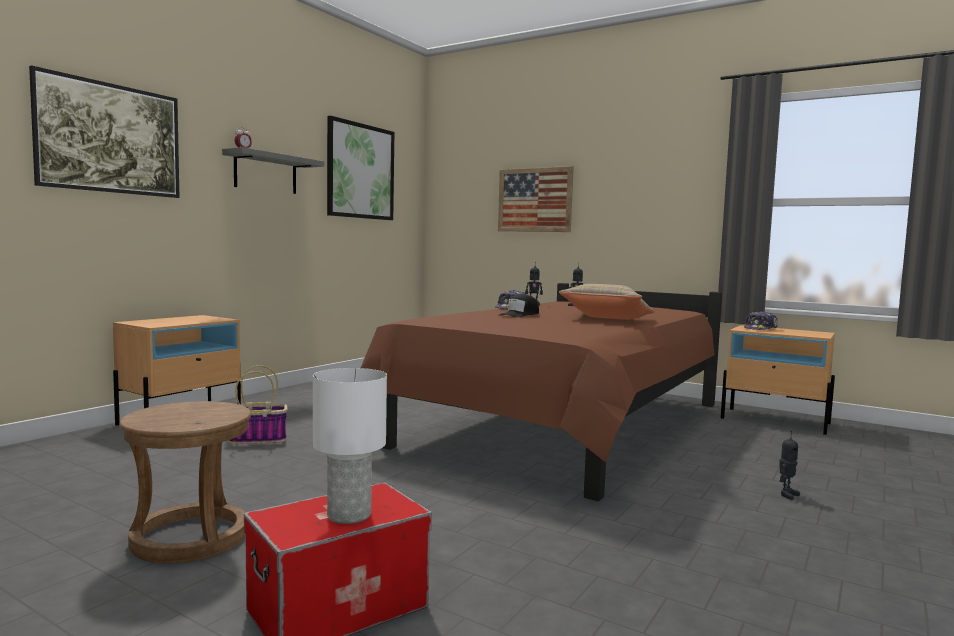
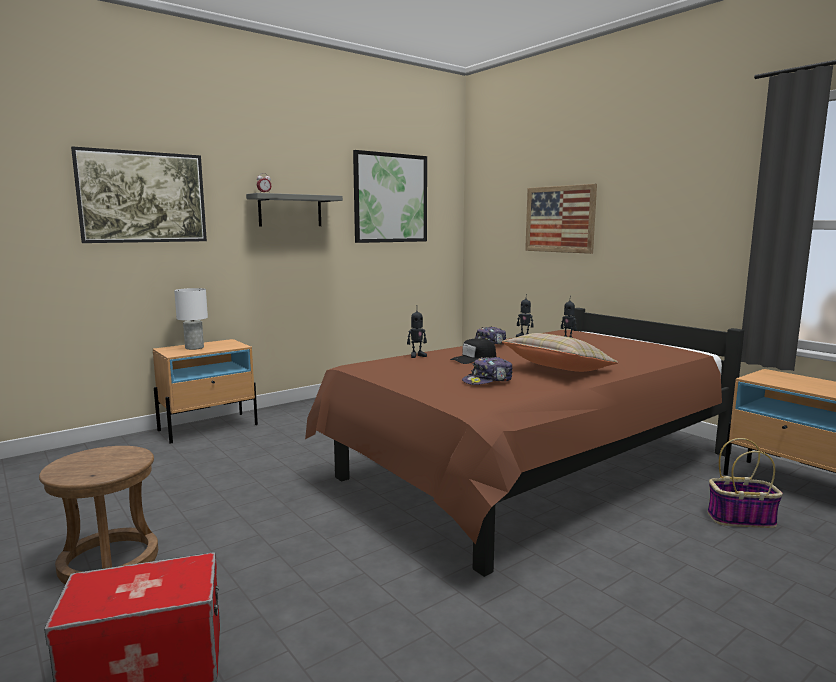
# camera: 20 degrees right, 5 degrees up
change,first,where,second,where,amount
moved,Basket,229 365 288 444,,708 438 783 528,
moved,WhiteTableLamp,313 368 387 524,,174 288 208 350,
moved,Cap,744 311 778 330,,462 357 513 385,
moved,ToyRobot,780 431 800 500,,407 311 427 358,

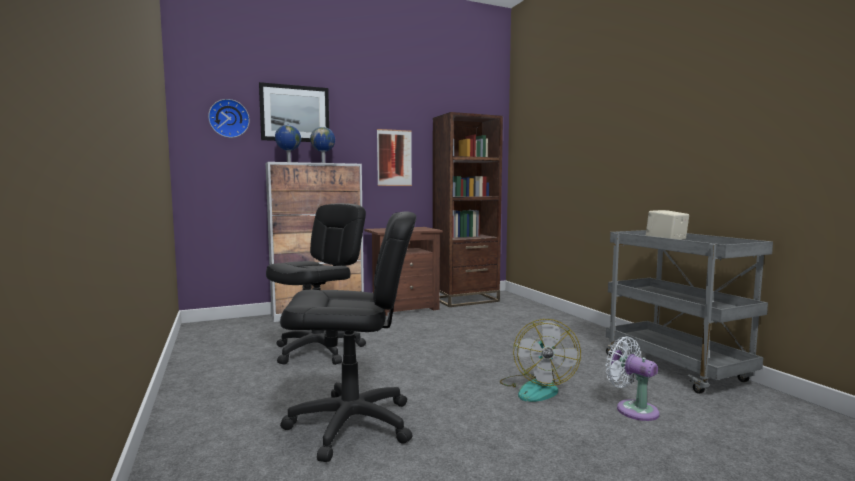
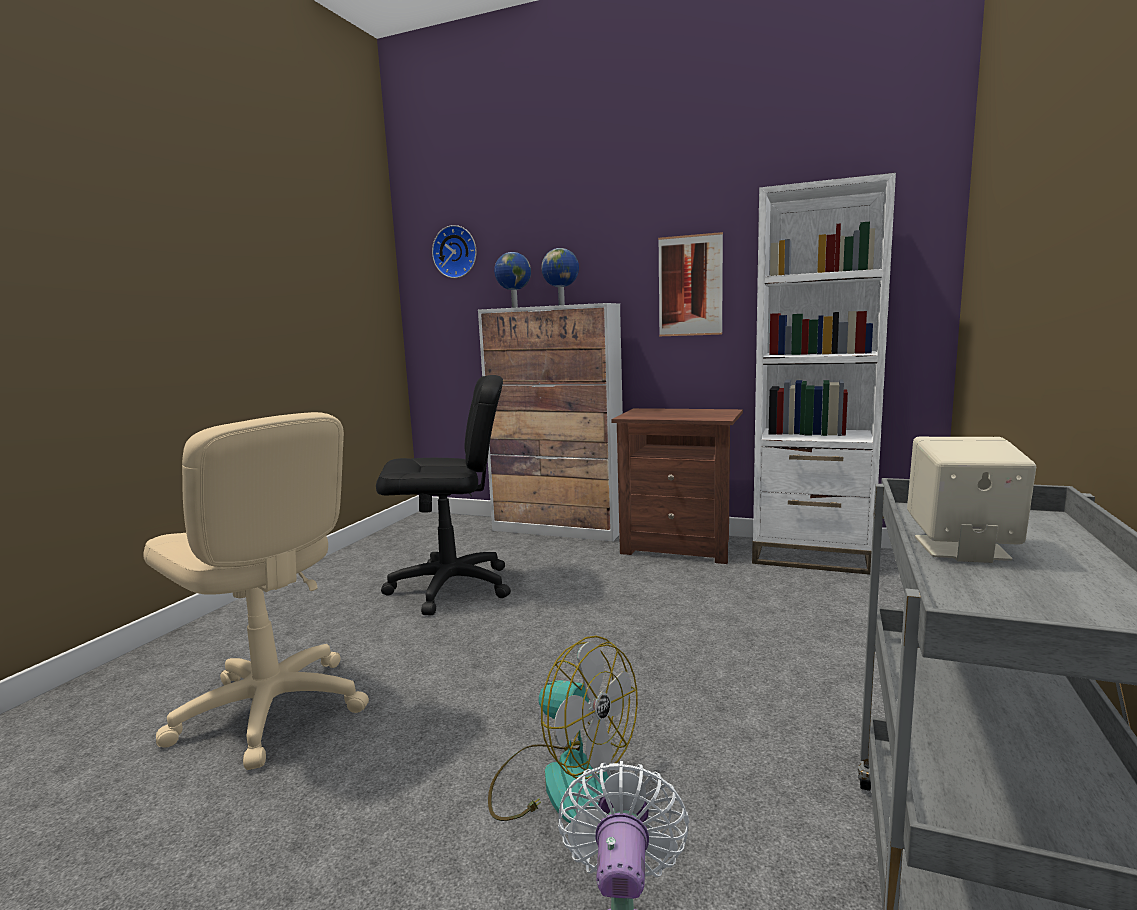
# camera: 45 degrees right, 5 degrees up
change,first,where,second,where,amount
removed,Picture,259 82 329 142,,,
recoloured,BlackOfficeChair,280 211 416 462,BeigeOfficeChair,143 412 369 770,
recoloured,BrownBookcase,433 112 503 307,WhiteBookcase,752 173 896 575,
turned,Fan,500 319 581 402,,488 636 638 823,105 degrees counterclockwise

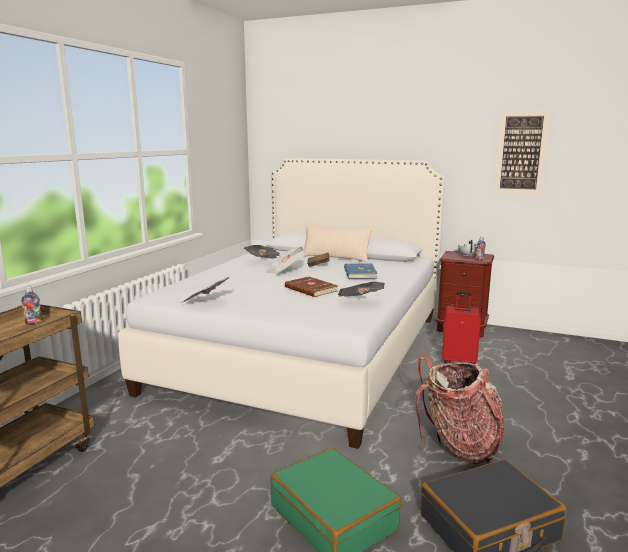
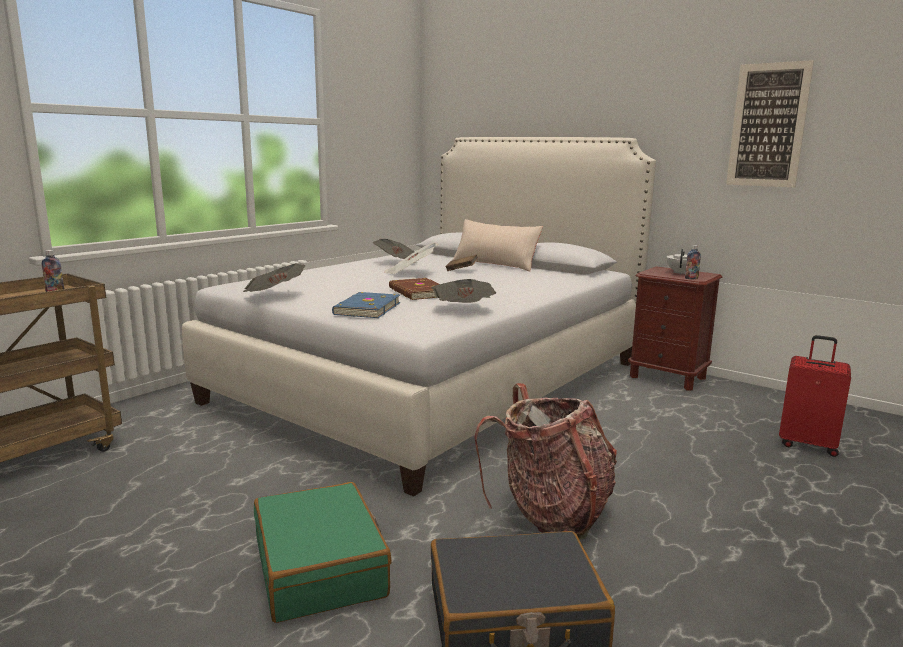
# camera: 15 degrees right, 0 degrees up
change,first,where,second,where,amount
moved,BlueBook,344 263 378 279,,332 292 400 318,
moved,RedSuitcase,442 292 481 364,,779 335 851 457,

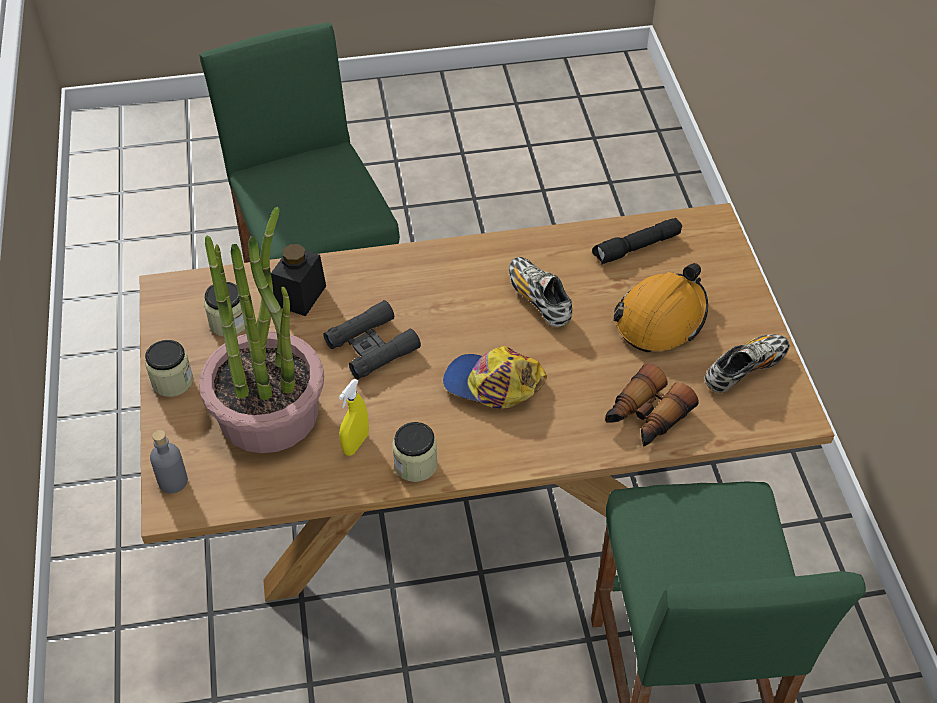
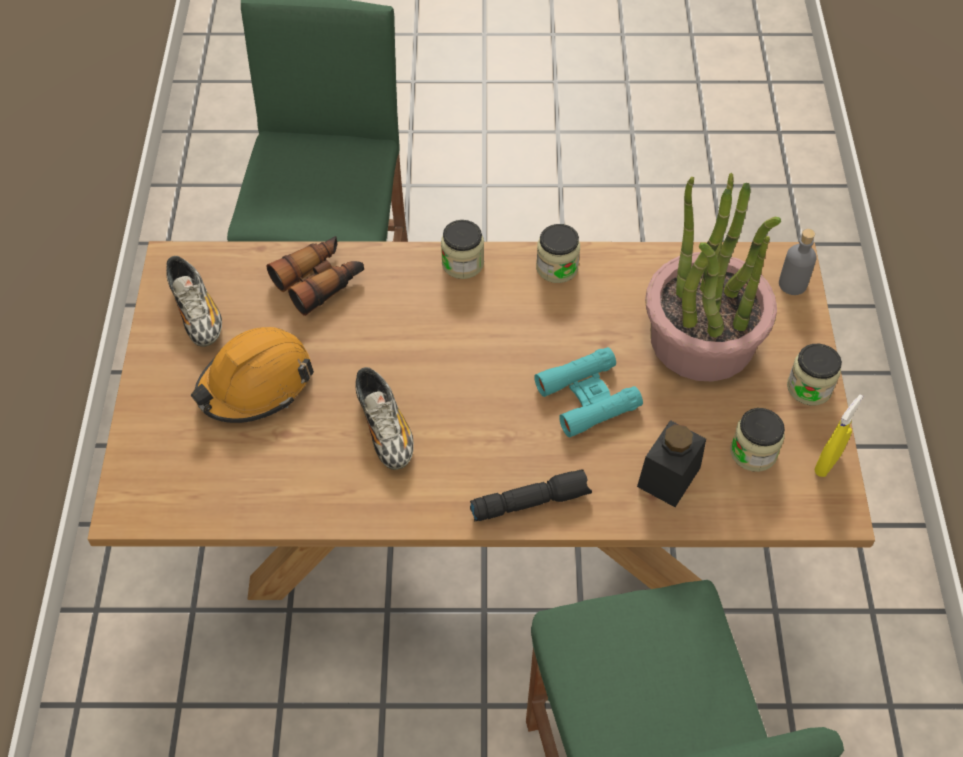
# camera: 170 degrees left, 5 degrees up
change,first,where,second,where,amount
removed,Cap,443 346 547 409,,,
added,,,Jar,441 220 484 279,
moved,YellowSprayBottle,339 379 369 456,,814 395 863 477,
moved,BlackFlashlight,592 218 682 265,,470 469 592 521,
recoloured,BlackBinoculars,323 300 421 379,TurquoiseBinoculars,534 347 643 438,
turned,Shoe,705 334 789 393,,166 256 222 347,90 degrees counterclockwise

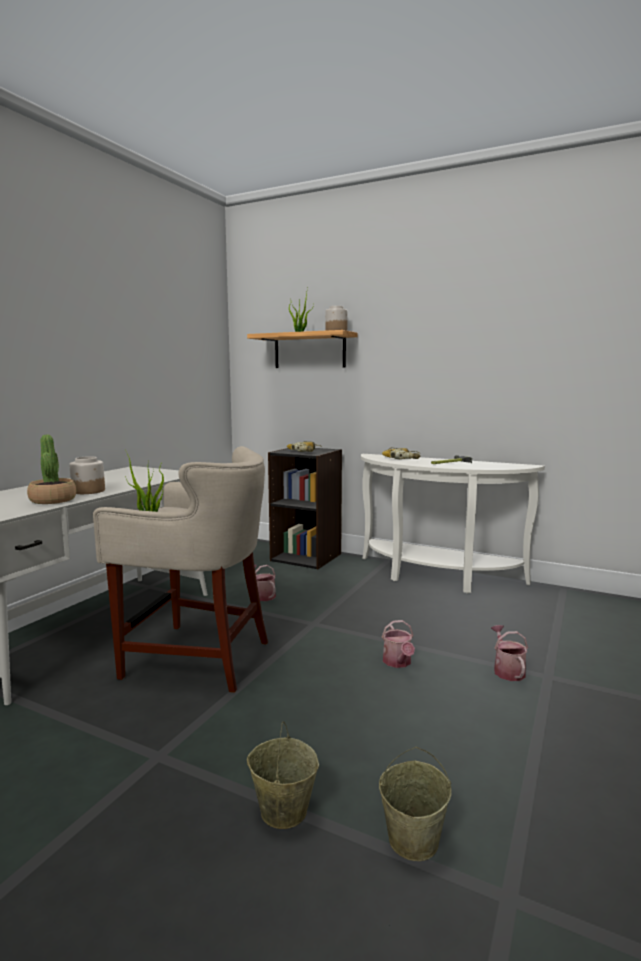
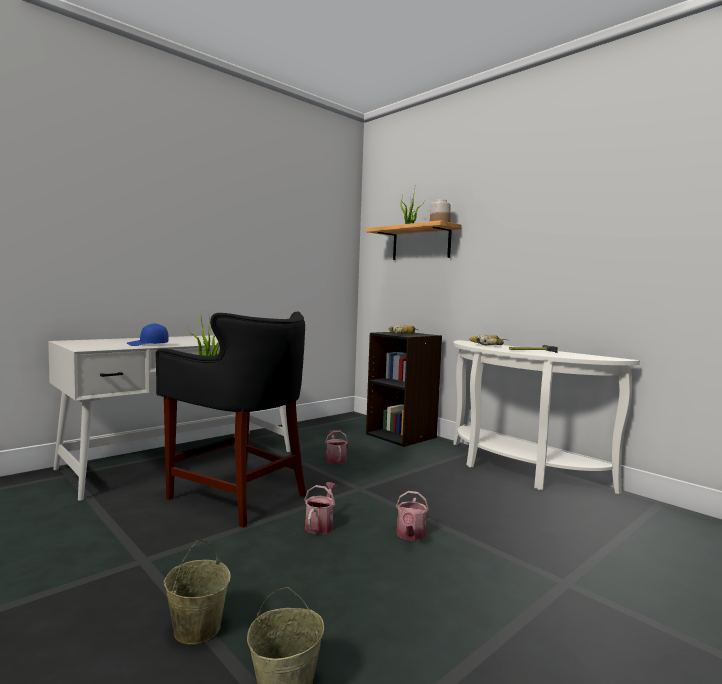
# camera: 20 degrees right, 5 degrees down
change,first,where,second,where,amount
removed,Jar,69 456 105 494,,,
moved,WateringCan,491 625 528 681,,304 482 337 534,
replaced,PottedPlant,27 435 76 504,BlueCap,127 323 169 346,
recoloured,BeigeStool,93 446 268 693,BlackStool,155 312 306 528,

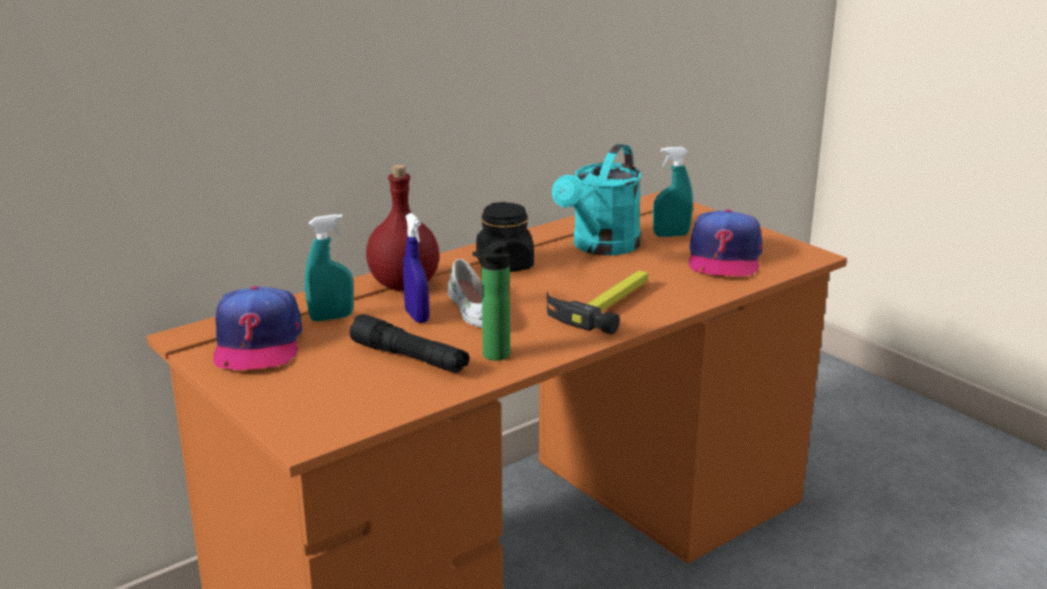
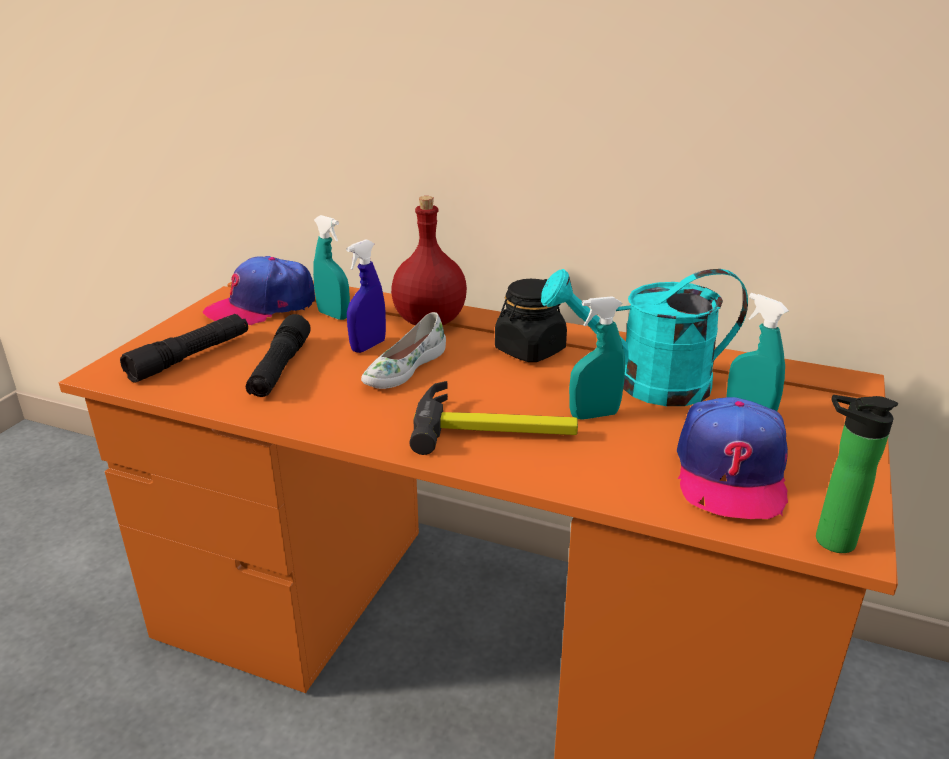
# camera: 60 degrees right, 5 degrees up
change,first,where,second,where,amount
added,,,BlackFlashlight,120 314 248 383,
added,,,TurquoiseSprayBottle,569 296 625 420,
moved,Bottle,472 241 510 361,,816 395 898 553,
turned,Cap,688 209 762 277,,677 397 788 519,60 degrees counterclockwise

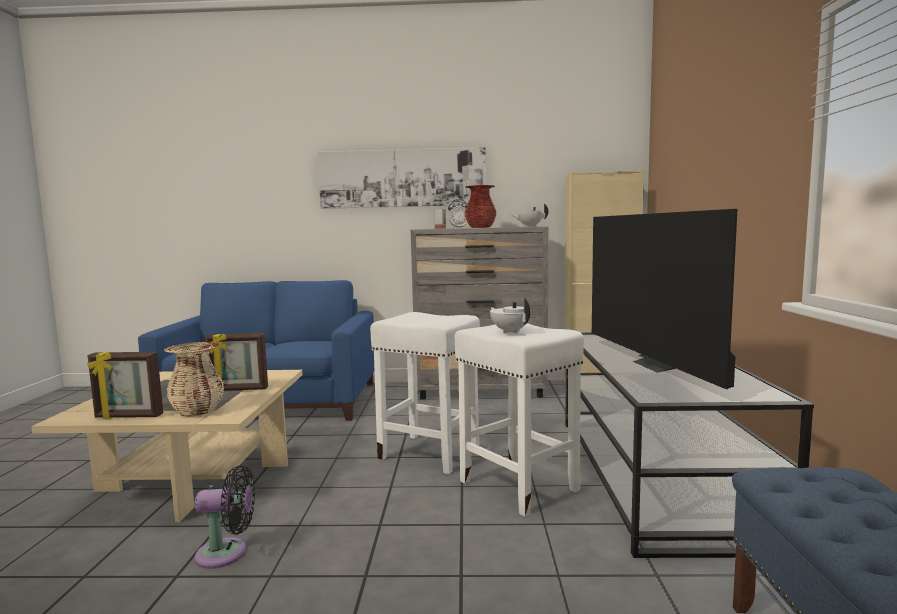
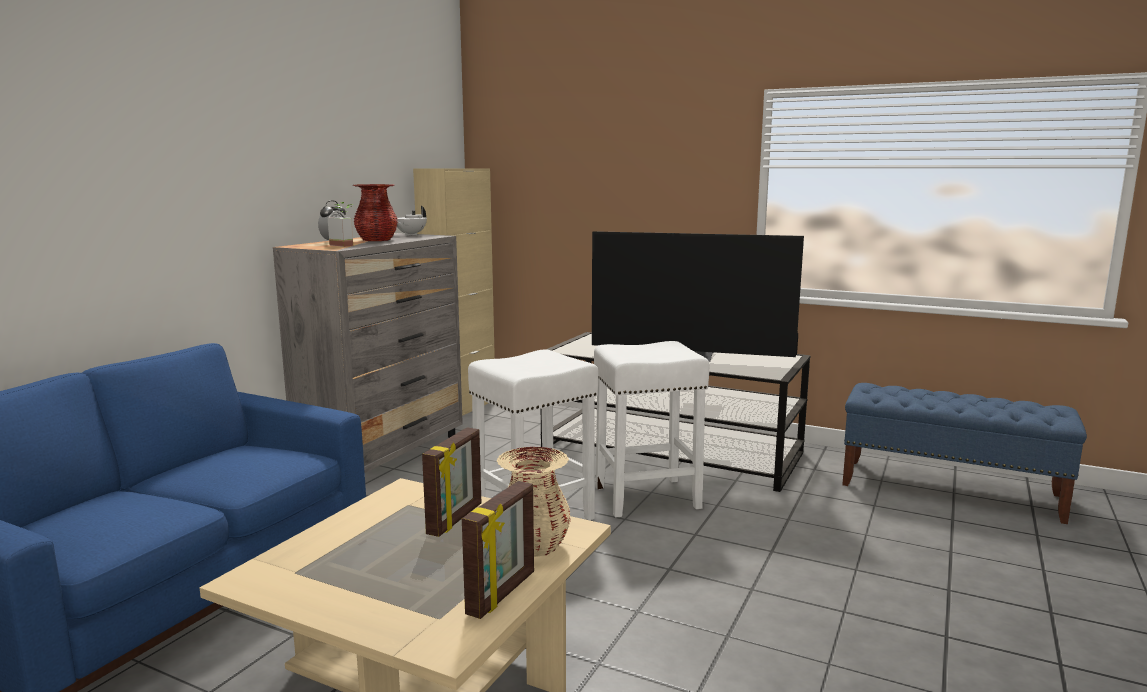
# camera: 65 degrees left, 5 degrees up
change,first,where,second,where,amount
removed,BlackFan,195 466 255 569,,,
removed,Picture,318 147 486 209,,,
removed,WhiteTeapot,490 298 531 333,,,

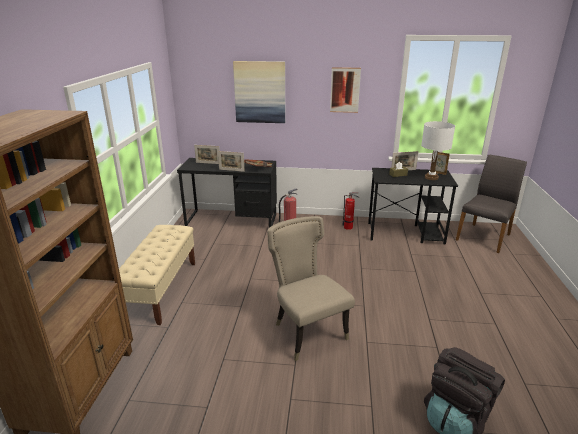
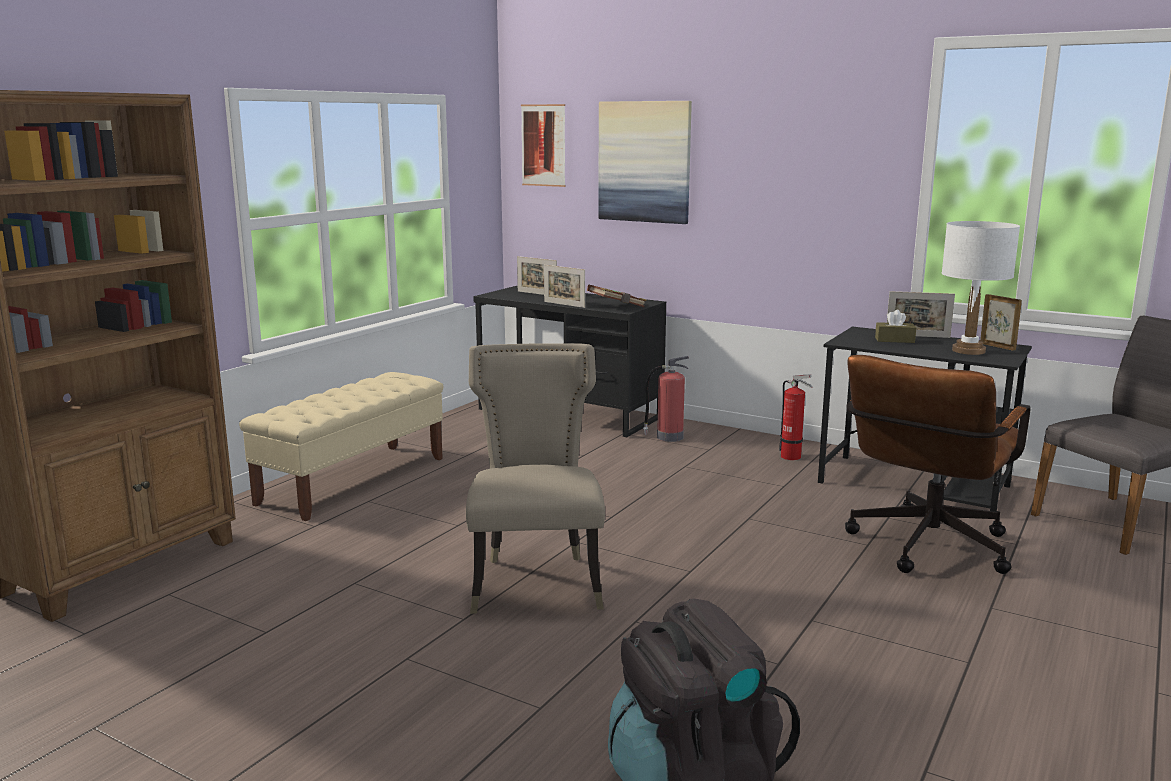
# camera: 25 degrees right, 10 degrees down
change,first,where,second,where,amount
added,,,BrownOfficeChair,845 355 1030 574,
moved,Picture,330 67 361 113,,521 104 566 187,

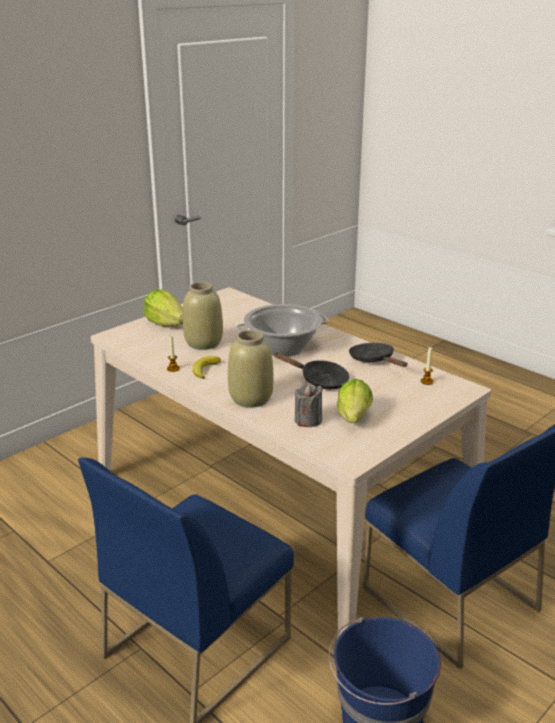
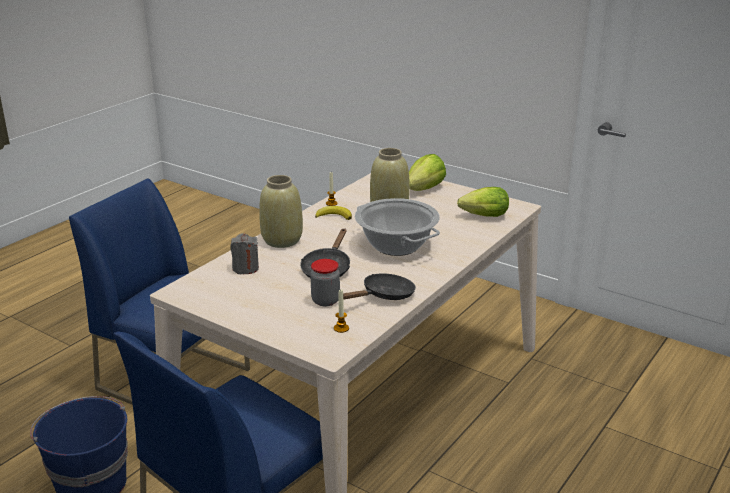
# camera: 80 degrees right, 0 degrees up
change,first,where,second,where,amount
added,,,Jar,310 259 340 307,
moved,Lettuce,337 379 373 423,,457 187 509 217,

